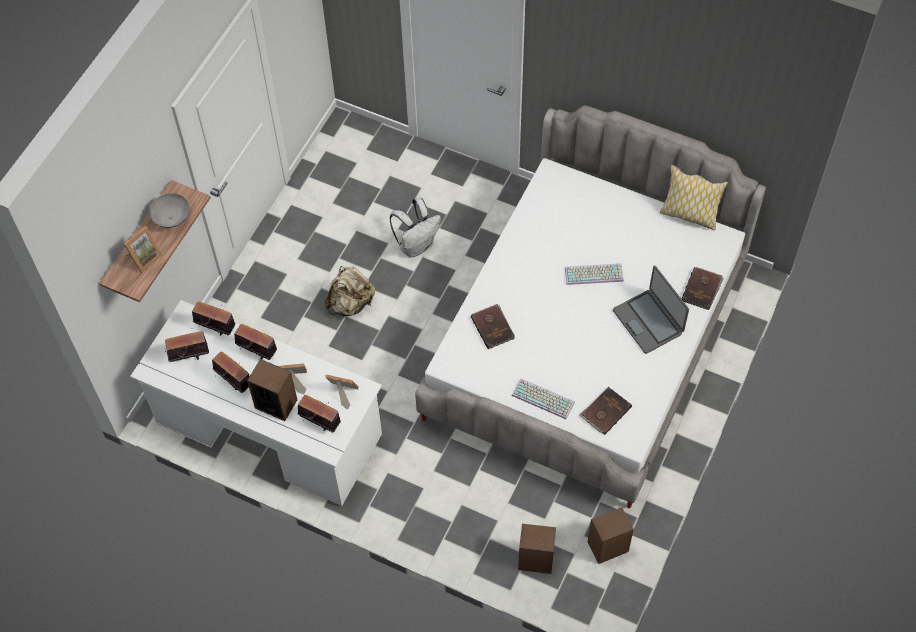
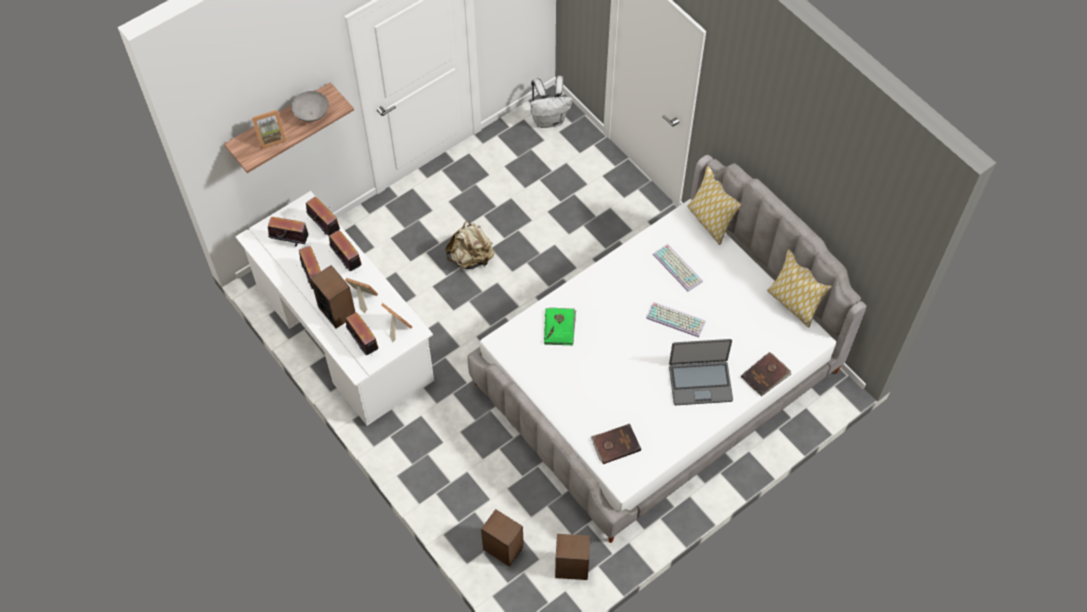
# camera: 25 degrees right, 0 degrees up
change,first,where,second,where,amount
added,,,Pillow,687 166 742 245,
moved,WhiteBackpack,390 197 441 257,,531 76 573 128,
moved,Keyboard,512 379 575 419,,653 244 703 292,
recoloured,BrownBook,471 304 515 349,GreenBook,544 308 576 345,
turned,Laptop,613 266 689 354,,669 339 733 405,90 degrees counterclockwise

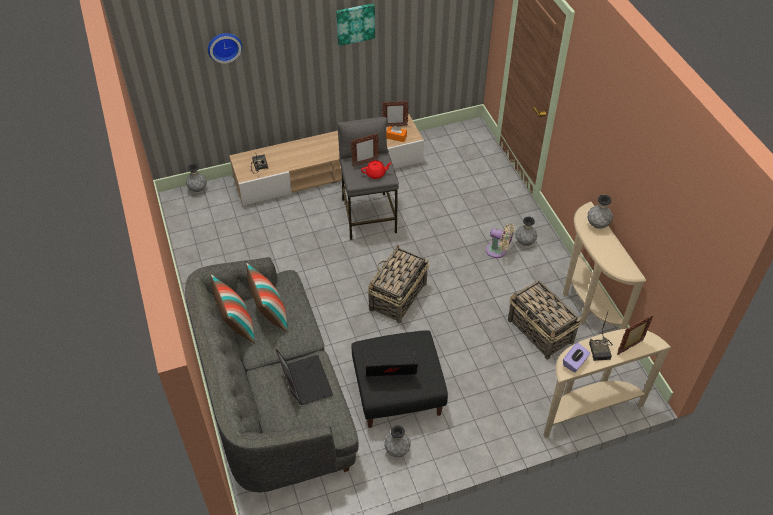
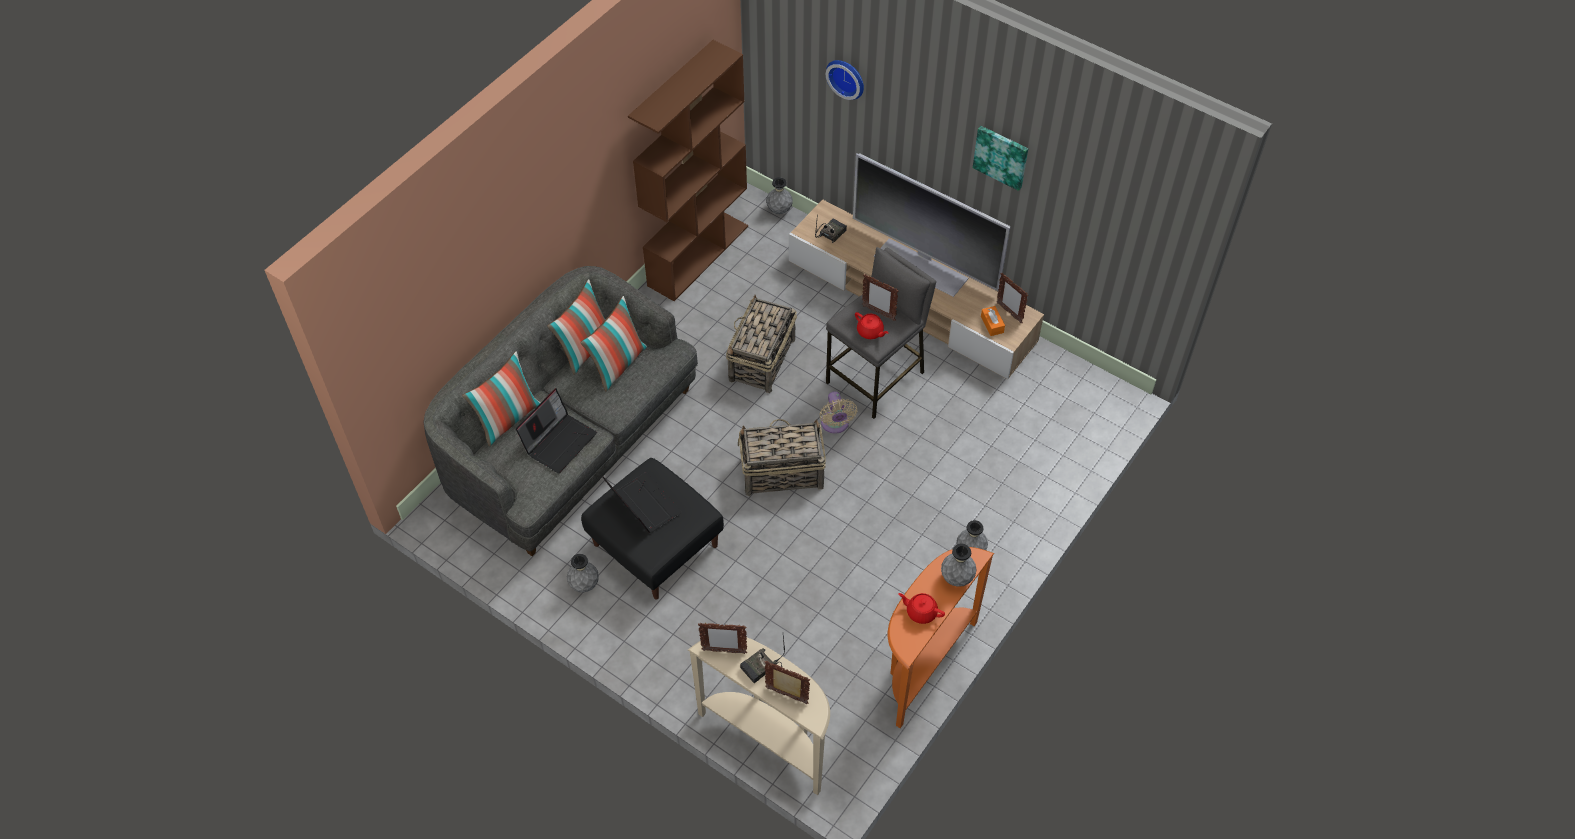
# camera: 55 degrees right, 5 degrees up
change,first,where,second,where,amount
added,,,Pillow,462 351 540 446,
added,,,BrownBookcase,628 40 748 301,
added,,,Television,853 153 1010 297,
added,,,RedTeapot,898 593 945 624,
moved,BeigeFan,486 224 515 258,,819 391 857 434,
moved,Basket,508 281 581 360,,726 295 797 393,
replaced,PurpleTissueBox,563 343 590 373,PictureFrame,698 623 747 654,
recoloured,BeigeConsoleTable,563 201 646 330,OrangeConsoleTable,888 547 994 728,

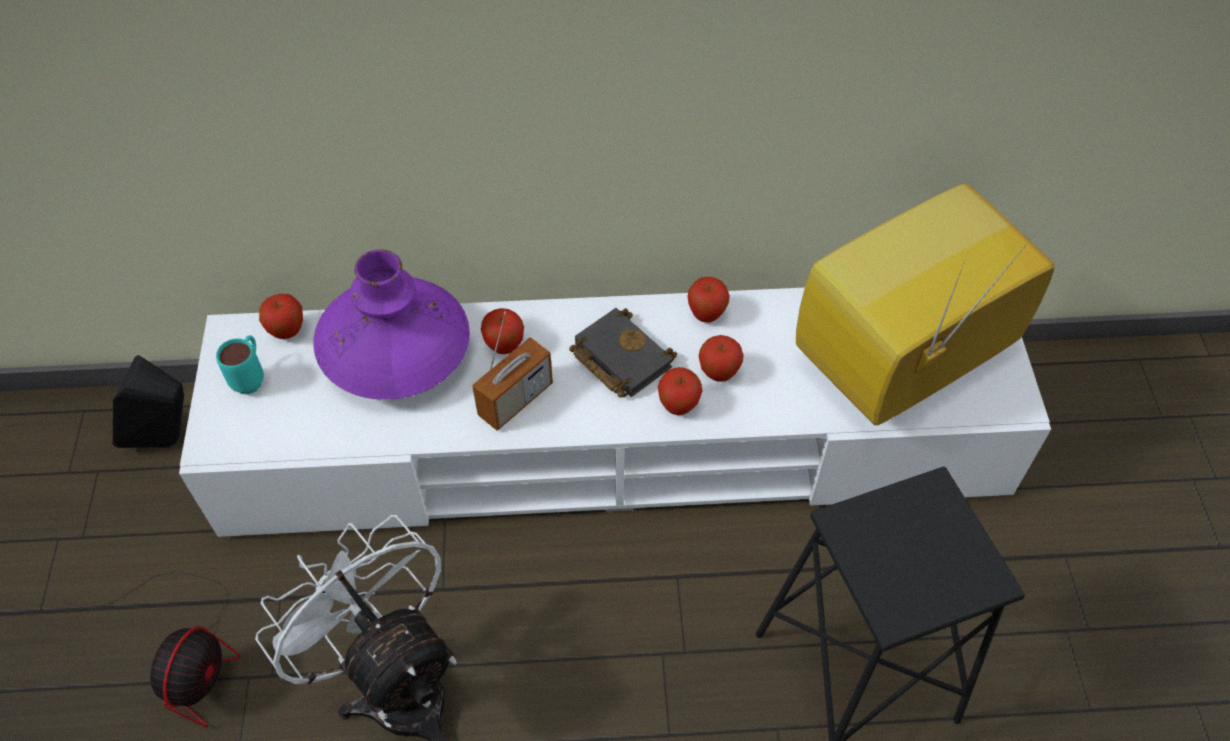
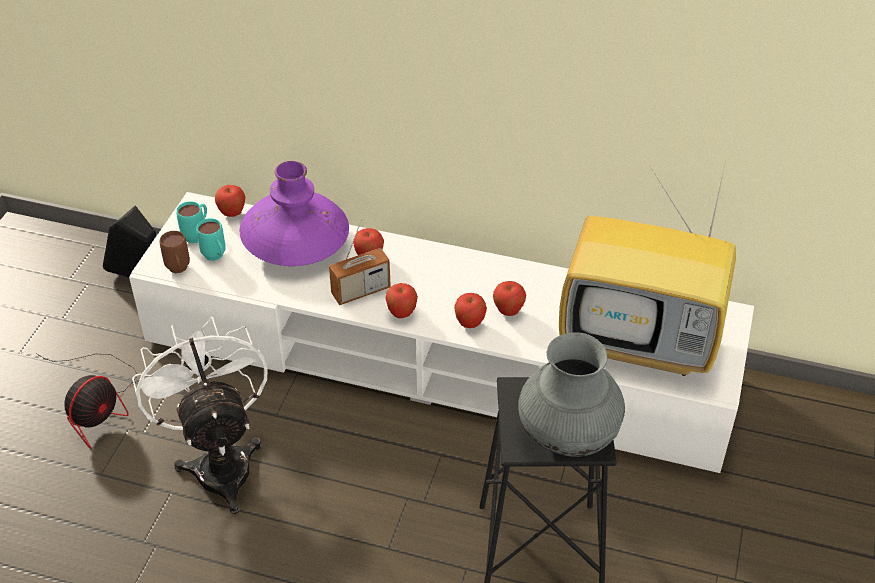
# camera: 20 degrees right, 10 degrees down
change,first,where,second,where,amount
removed,BlackBook,569 308 677 397,,,
added,,,BrownMug,160 231 190 273,
added,,,TurquoiseMug,196 218 226 261,
added,,,GreyVase,518 332 625 457,
moved,Apple,688 277 730 323,,386 283 418 318,
turned,Television,796 184 1054 425,,559 161 736 376,150 degrees counterclockwise

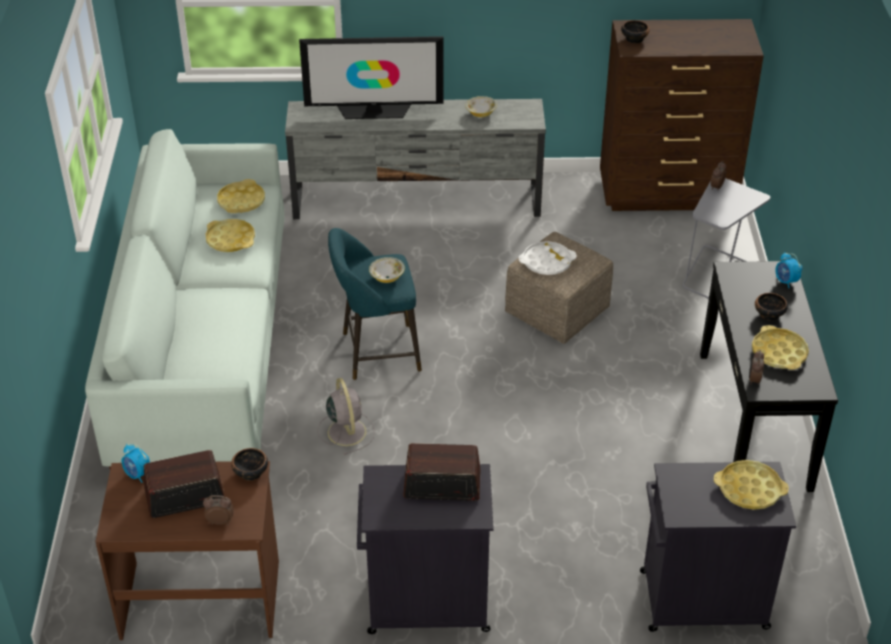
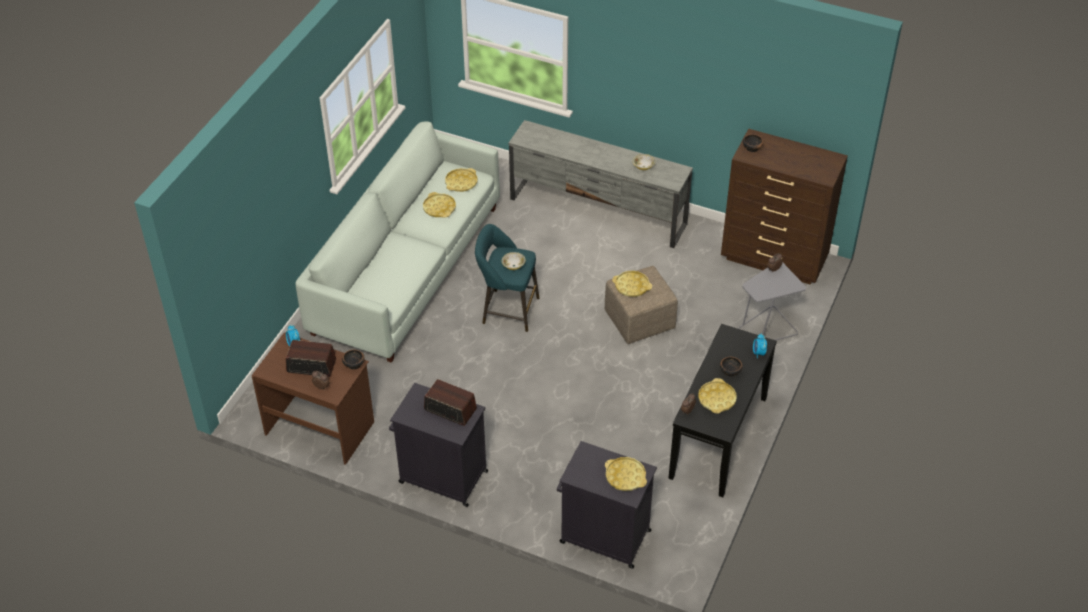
# camera: 25 degrees right, 5 degrees up
change,first,where,second,where,amount
removed,Television,299 36 444 119,,,
removed,GreyFan,317 378 374 455,,,
recoloured,WhiteTray,519 241 577 275,YellowTray,612 271 652 297,

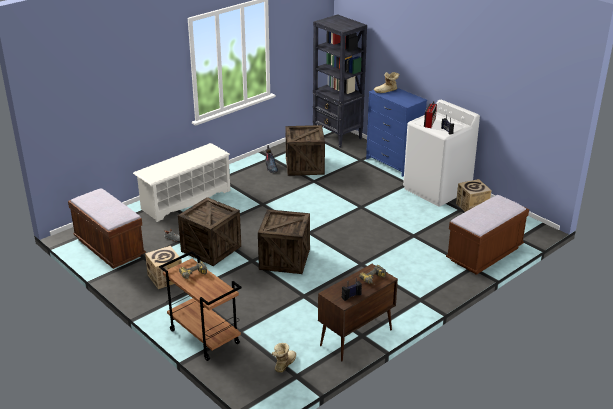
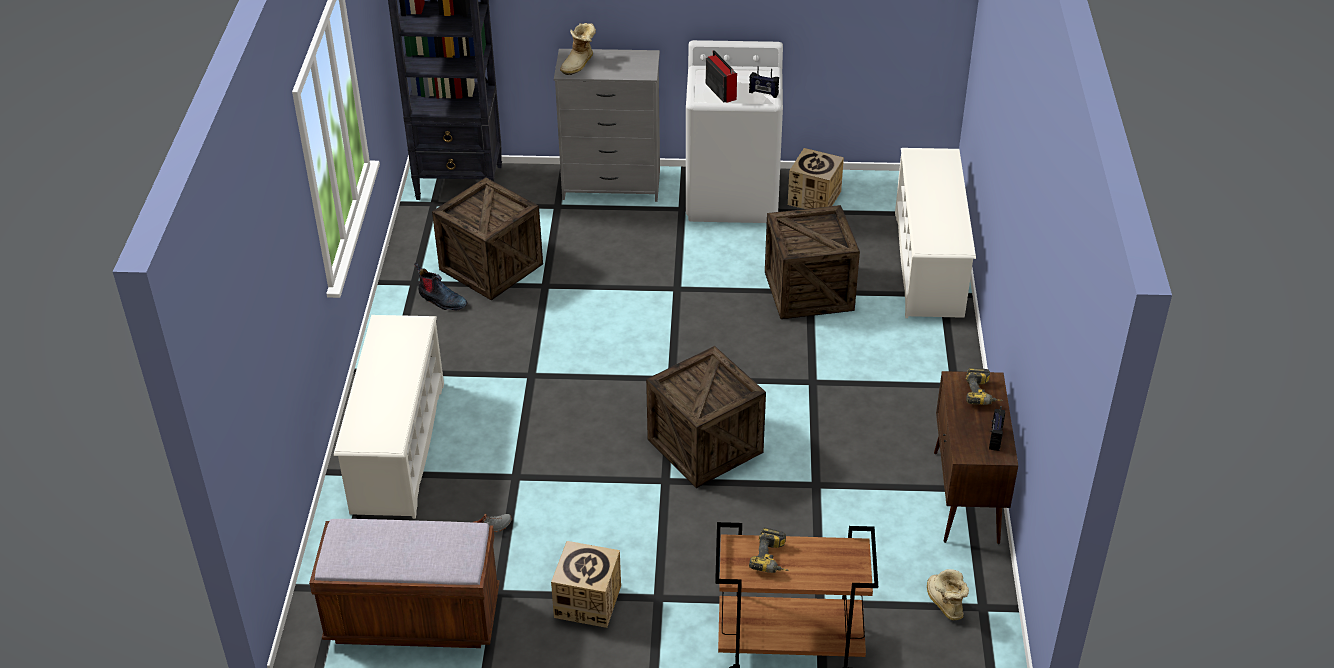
# camera: 45 degrees left, 10 degrees up
change,first,where,second,where,amount
moved,Crate,178 197 241 266,,765 205 860 319,
replaced,BrownBench,446 195 529 275,WhiteShoeRack,895 148 976 318,
recoloured,BlueDresser,366 88 427 177,GreyDresser,554 49 660 202,

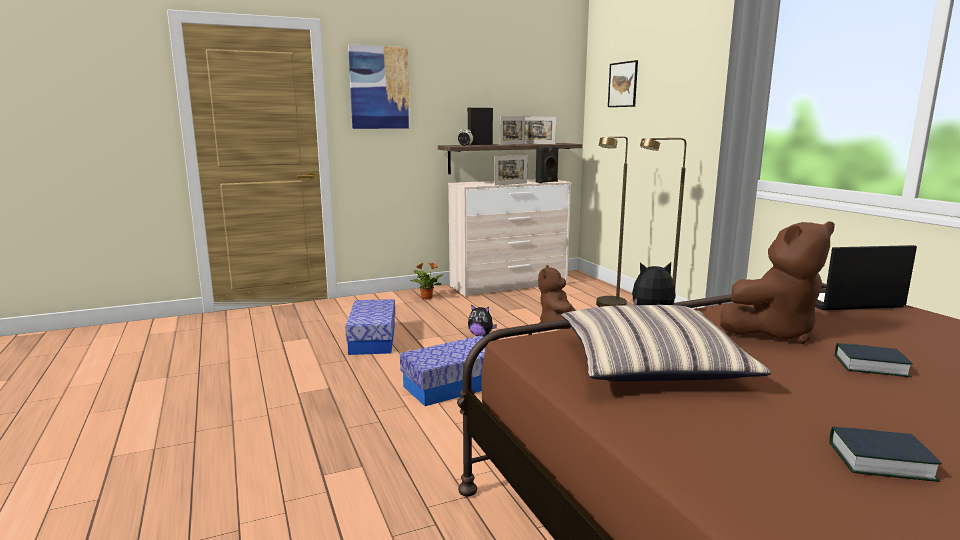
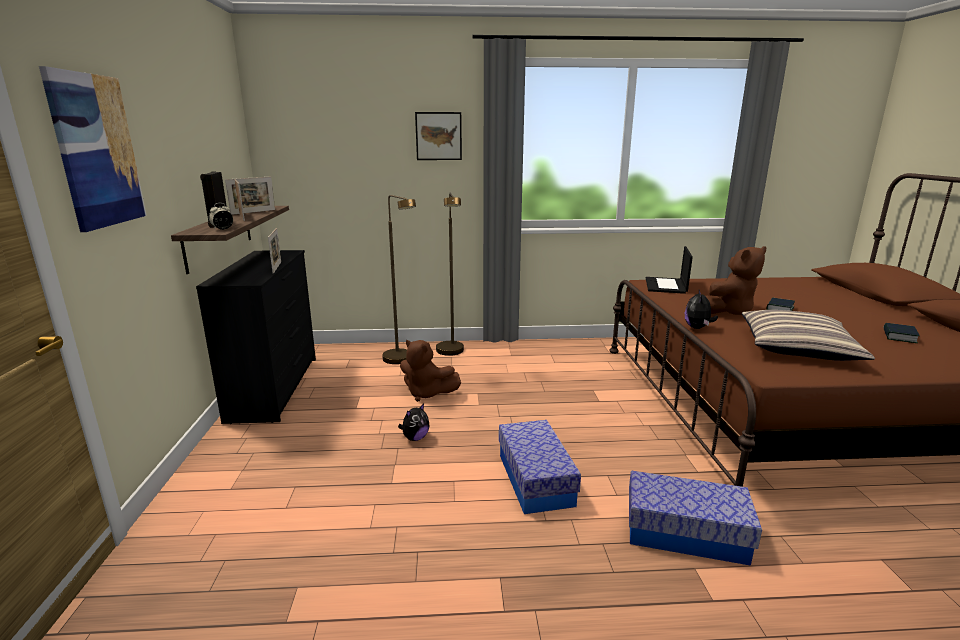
# camera: 70 degrees left, 5 degrees up
change,first,where,second,where,amount
removed,PottedPlant,410 262 443 299,,,
removed,BlackSpeaker,536 146 559 183,,,
moved,StorageBox,345 299 395 355,,629 471 762 566,
moved,Picture,608 60 638 107,,415 112 462 160,
recoloured,BeigeDresser,448 179 572 297,BlackDresser,196 250 316 424,
turned,BrownPlushToy,720 221 835 344,,706 246 766 315,60 degrees clockwise

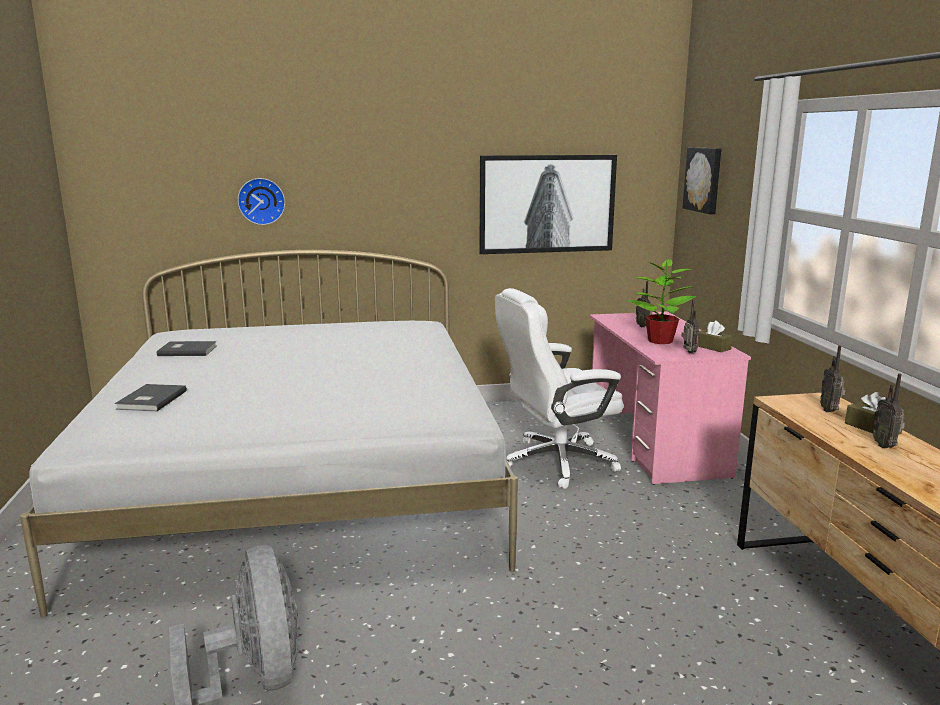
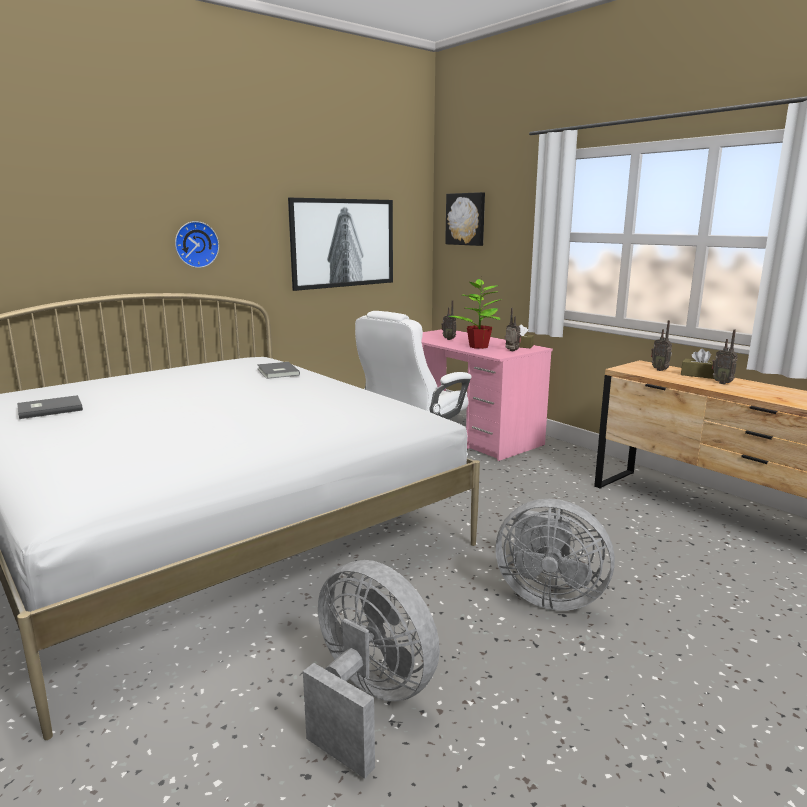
# camera: 30 degrees left, 0 degrees up
change,first,where,second,where,amount
added,,,GreyFan,496 499 615 611,
moved,GreyBook,115 384 187 411,,257 362 300 379,
moved,WallClock,237 178 285 225,,175 221 219 268,

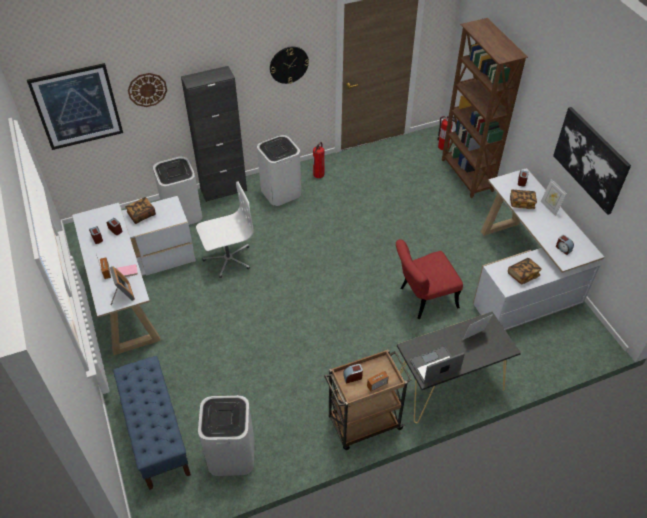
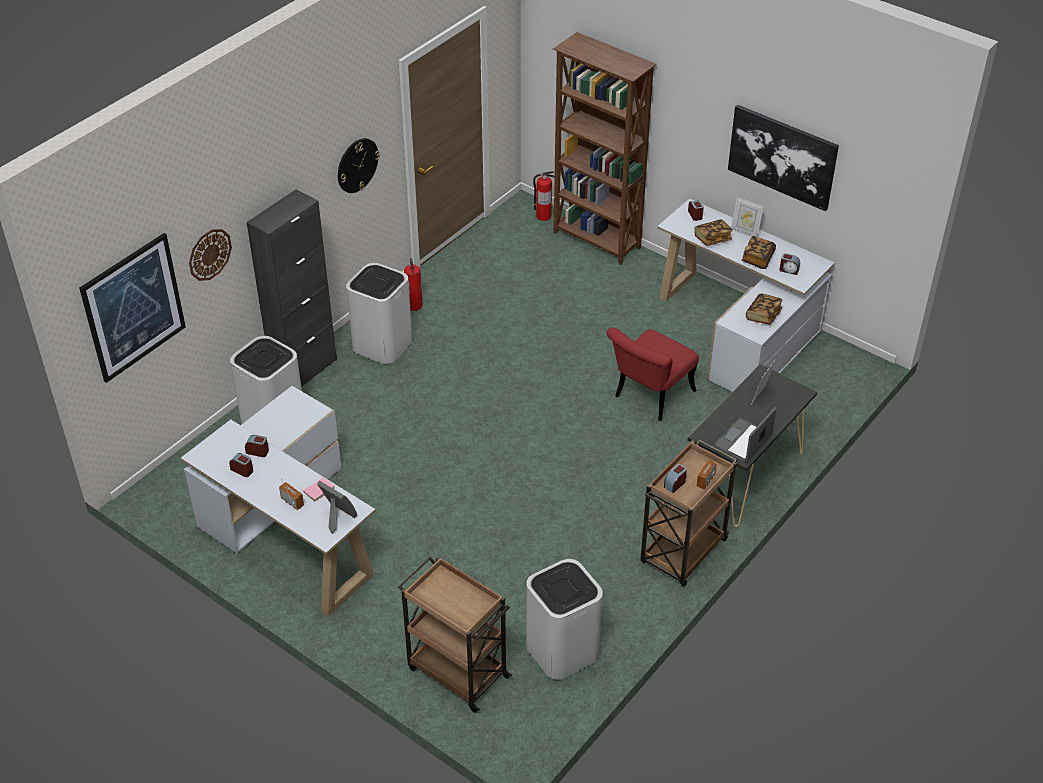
# camera: 30 degrees left, 5 degrees down
change,first,where,second,where,amount
removed,WhiteOfficeChair,196 181 254 278,,,
moved,Book,125 197 156 224,,742 236 776 269,
replaced,BlueBench,113 356 191 490,BrownCart,398 556 512 713,

